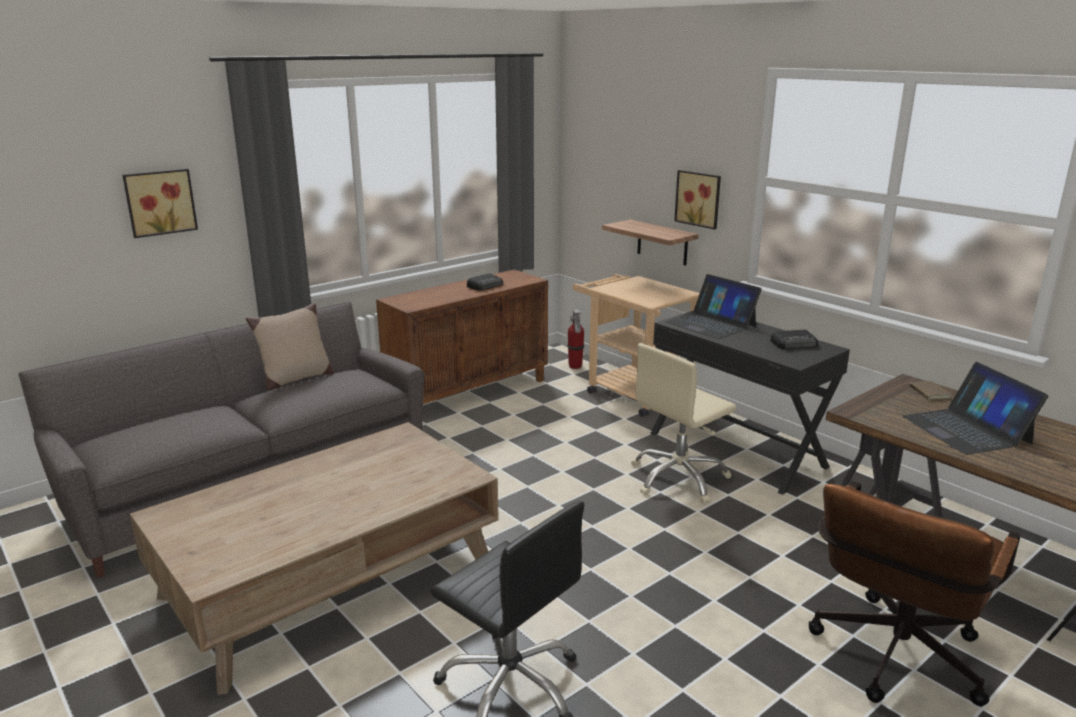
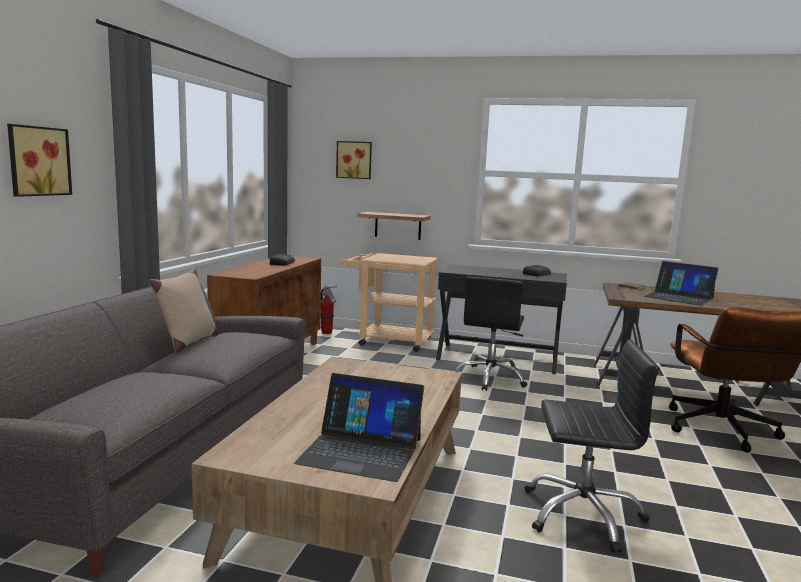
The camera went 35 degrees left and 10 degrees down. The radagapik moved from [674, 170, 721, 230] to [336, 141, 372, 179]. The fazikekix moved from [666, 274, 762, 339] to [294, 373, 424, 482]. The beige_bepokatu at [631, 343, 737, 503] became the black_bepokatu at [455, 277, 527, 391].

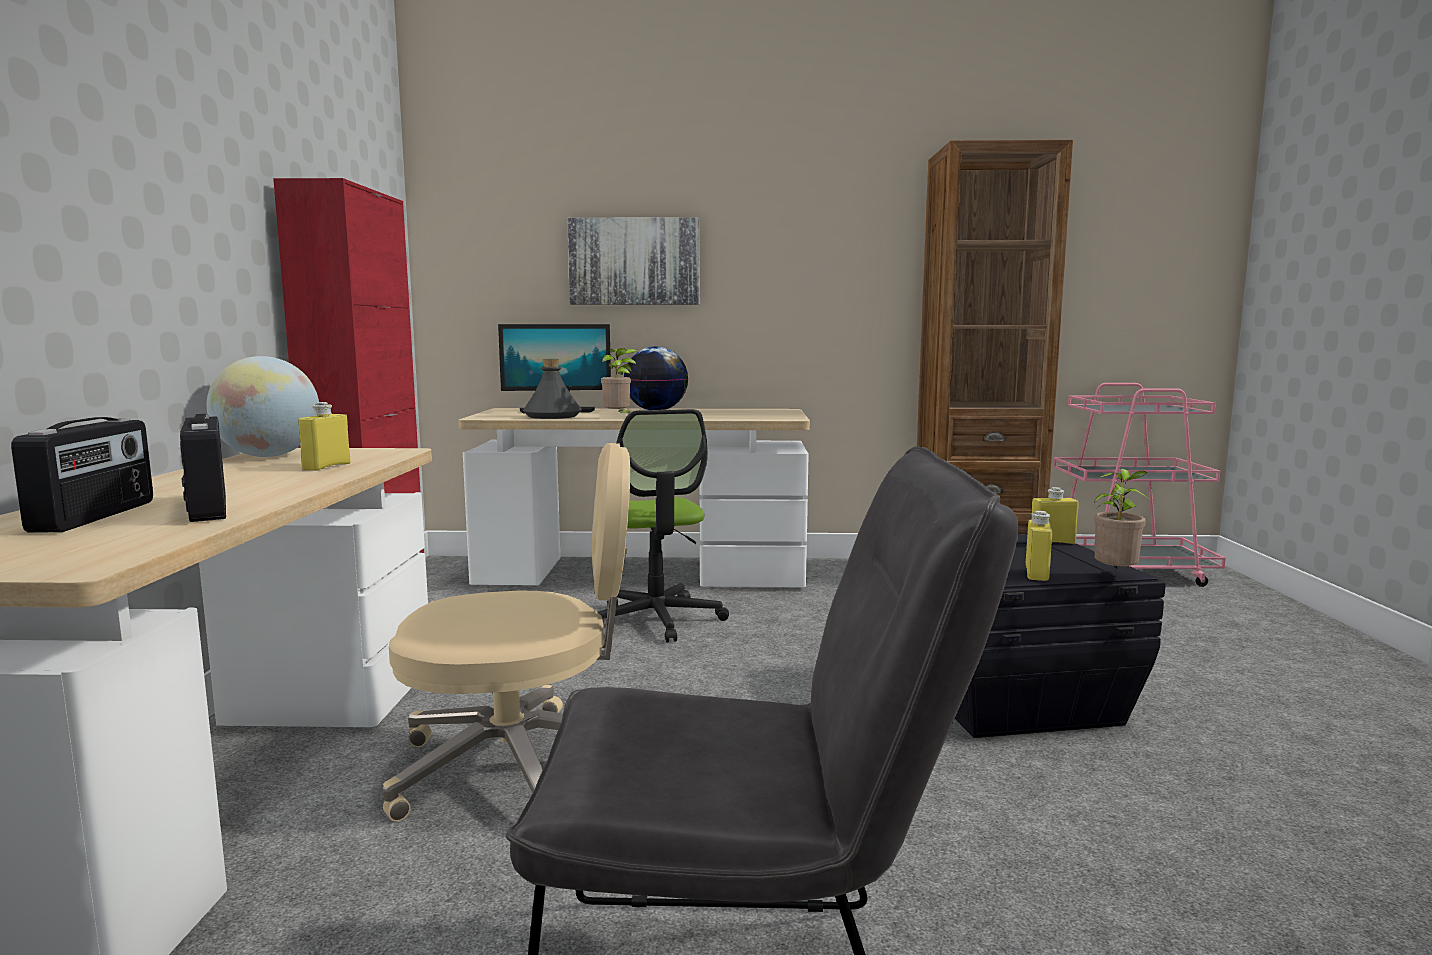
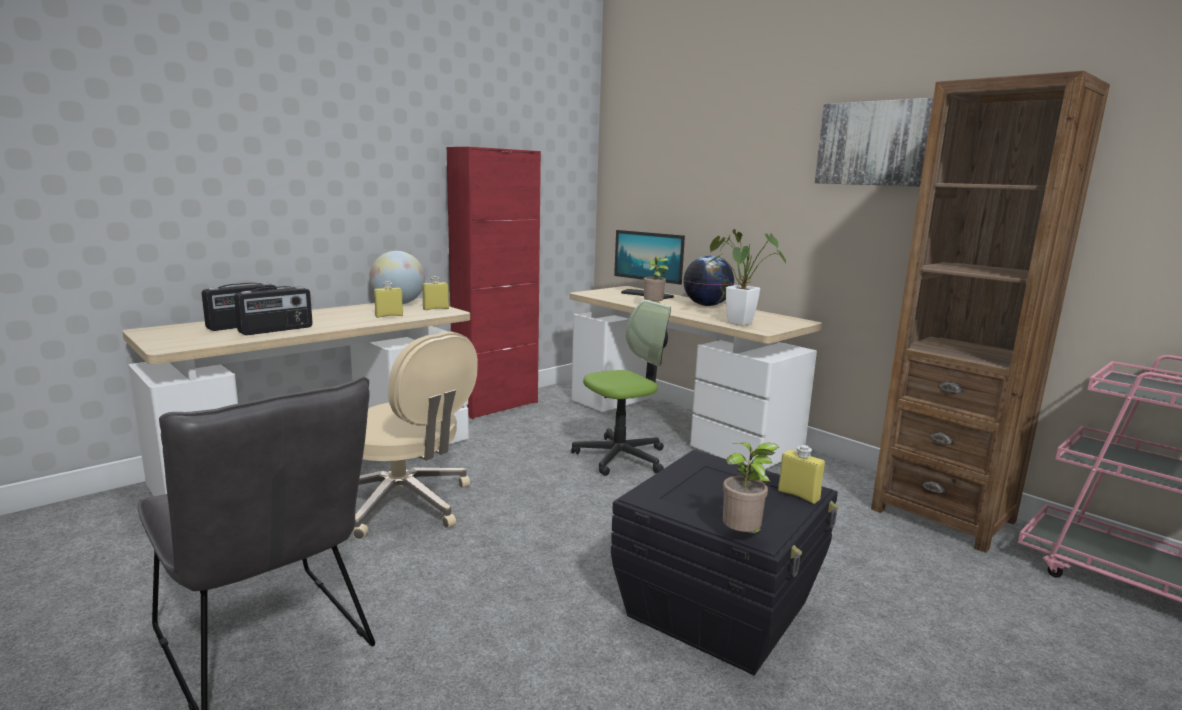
The camera went 45 degrees right and 5 degrees up. The radagapik moved from [567, 217, 700, 305] to [815, 98, 933, 186]. The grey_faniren at [523, 359, 582, 419] disappeared. The bepokatu at [597, 409, 729, 642] turned 150 degrees counterclockwise. The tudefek at [180, 414, 226, 522] turned 150 degrees counterclockwise. The yellow_faniren moved from [1026, 511, 1052, 581] to [422, 276, 449, 310]. The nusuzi at [708, 229, 786, 326] appeared.

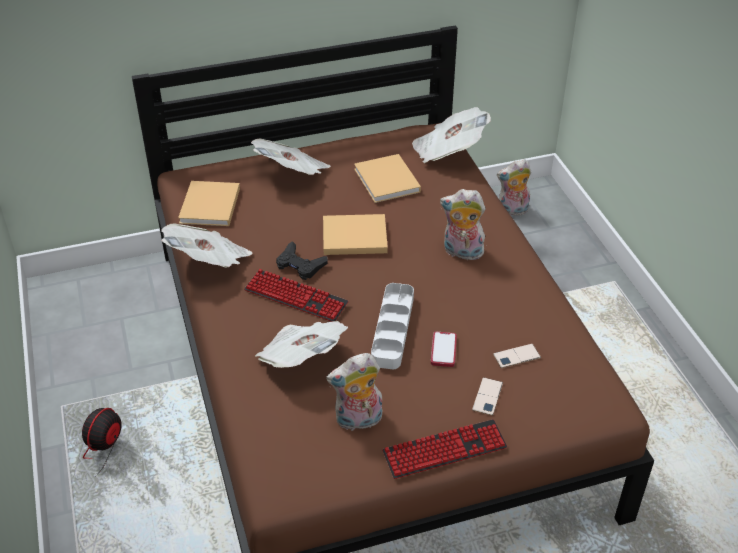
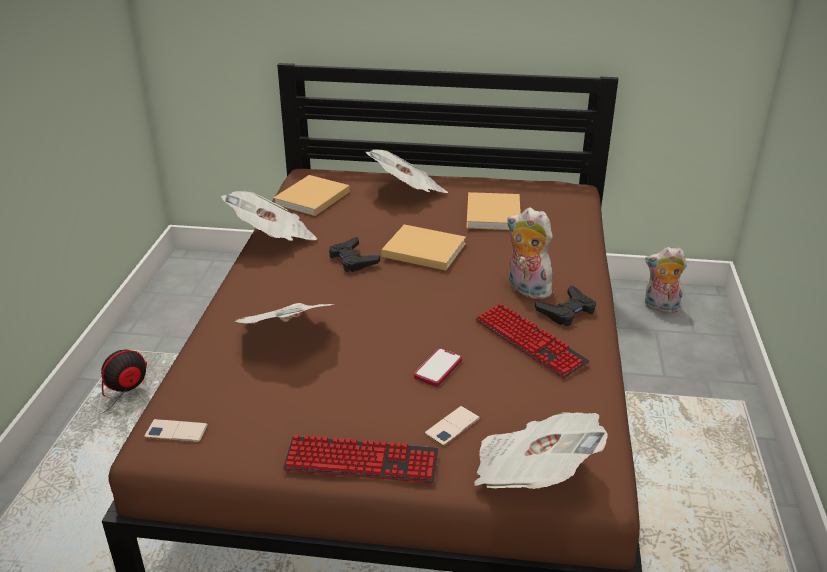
The camera went 25 degrees right and 10 degrees down. The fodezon moved from [412, 107, 491, 163] to [474, 412, 608, 489]. The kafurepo moved from [244, 269, 349, 321] to [475, 303, 590, 379]. The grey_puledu at [371, 283, 414, 369] disappeared. The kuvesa moved from [493, 344, 541, 368] to [144, 419, 208, 442]. The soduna at [326, 353, 382, 431] disappeared. The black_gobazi at [535, 285, 596, 326] appeared.

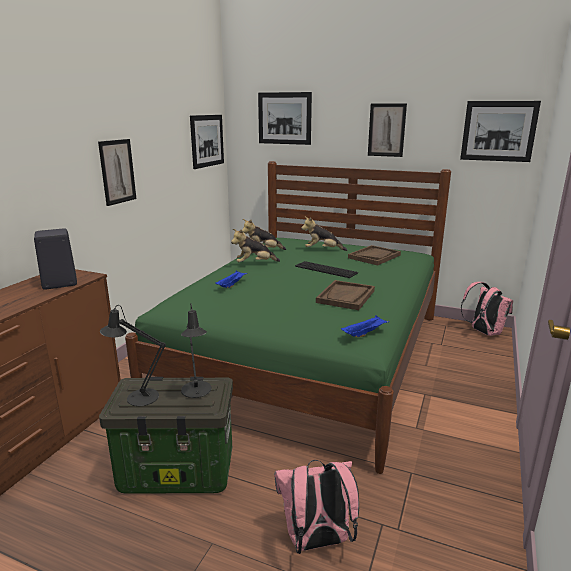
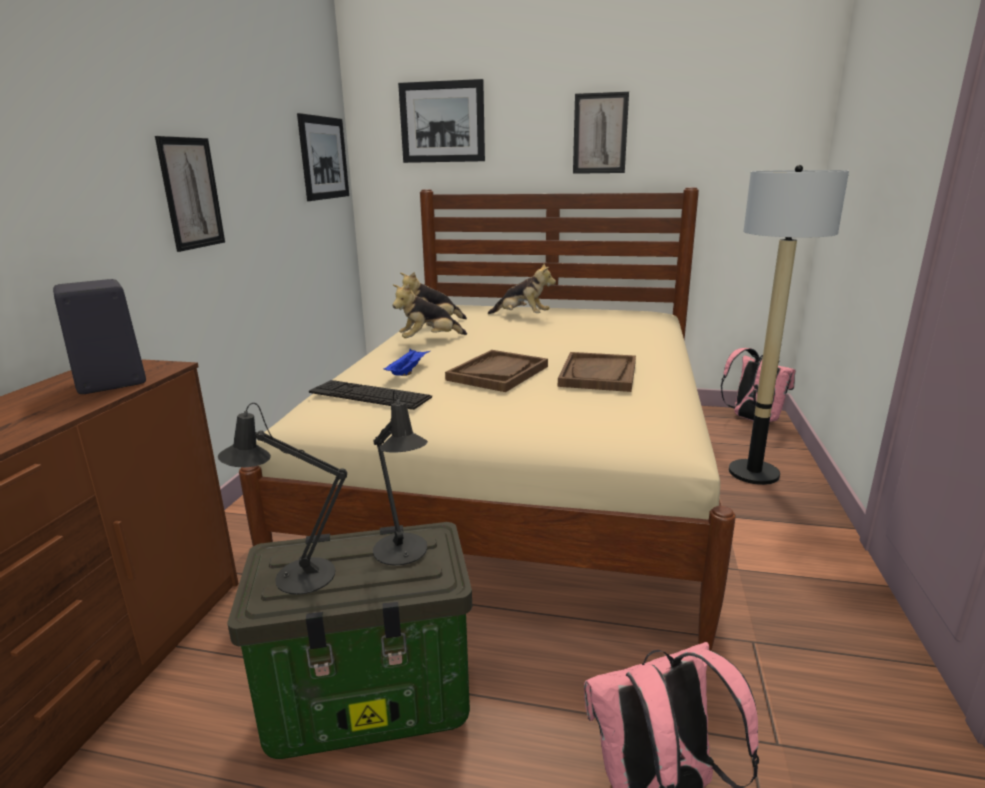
The camera went 10 degrees left and 0 degrees up. The radagapik at [460, 101, 541, 162] disappeared. The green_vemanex at [125, 161, 451, 474] became the beige_vemanex at [239, 187, 736, 650]. The soduna at [301, 217, 347, 251] turned 150 degrees counterclockwise. The brown_puledu moved from [348, 245, 401, 265] to [445, 350, 548, 392]. The kafurepo moved from [295, 261, 358, 278] to [309, 380, 432, 410]. The blue_puledu at [341, 315, 390, 337] disappeared. The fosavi at [729, 165, 849, 485] appeared.

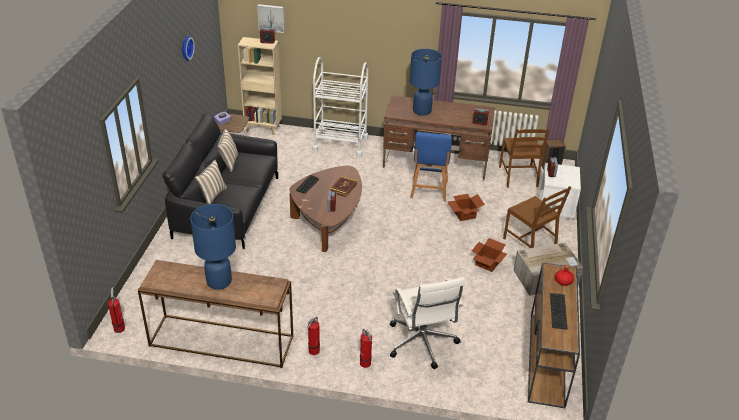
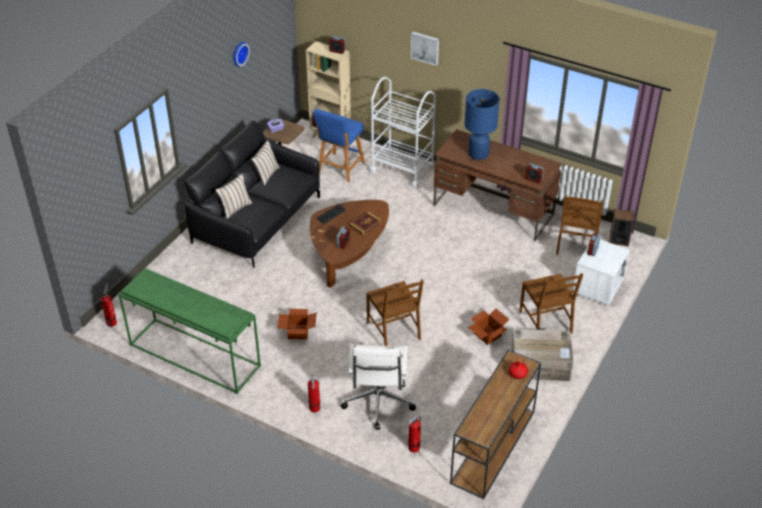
The camera went 20 degrees right and 5 degrees up. The radagapik moved from [257, 4, 285, 33] to [411, 32, 439, 66]. The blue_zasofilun moved from [410, 132, 452, 202] to [313, 109, 365, 182]. The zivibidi moved from [448, 194, 485, 221] to [277, 309, 317, 339]. The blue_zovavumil at [190, 204, 236, 290] disappeared. The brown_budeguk at [138, 260, 293, 368] became the green_budeguk at [119, 268, 261, 394]. The kafurepo at [550, 293, 568, 330] disappeared. The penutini moved from [307, 317, 320, 355] to [407, 416, 421, 453]. The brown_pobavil at [367, 279, 424, 346] appeared.

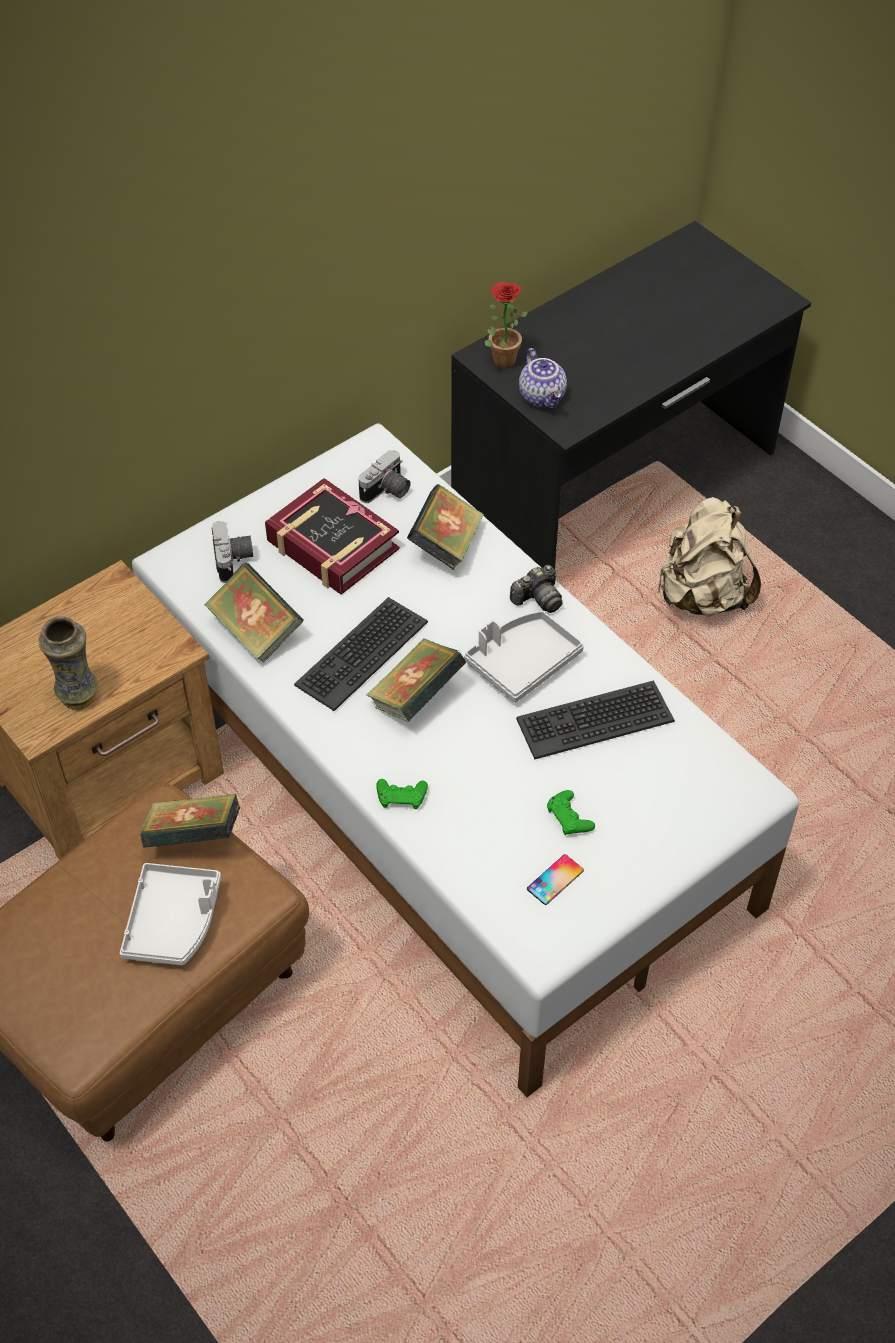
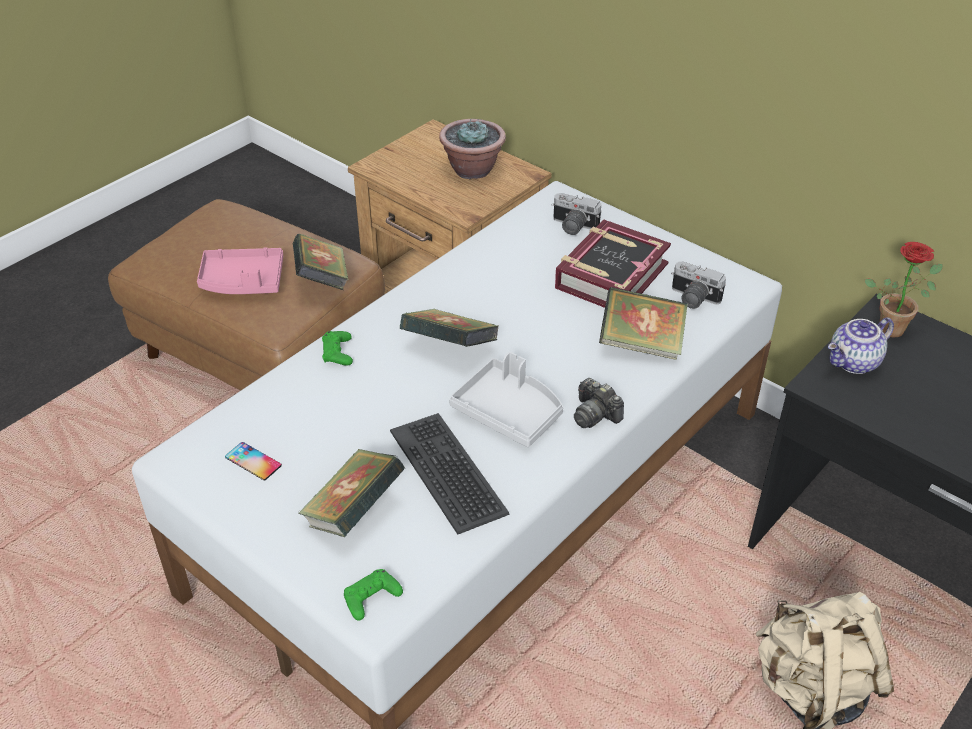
The camera went 80 degrees right and 10 degrees down. The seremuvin at [211, 521, 253, 583] turned 45 degrees clockwise. The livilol moved from [205, 563, 303, 663] to [298, 449, 405, 537]. The kafurepo at [294, 597, 428, 711] disappeared. The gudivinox at [39, 616, 98, 710] disappeared. The green_gobazi moved from [547, 790, 595, 835] to [344, 569, 403, 621]. The white_puledu at [120, 863, 221, 965] became the pink_puledu at [197, 248, 283, 294]. The nusuzi at [439, 119, 506, 179] appeared.

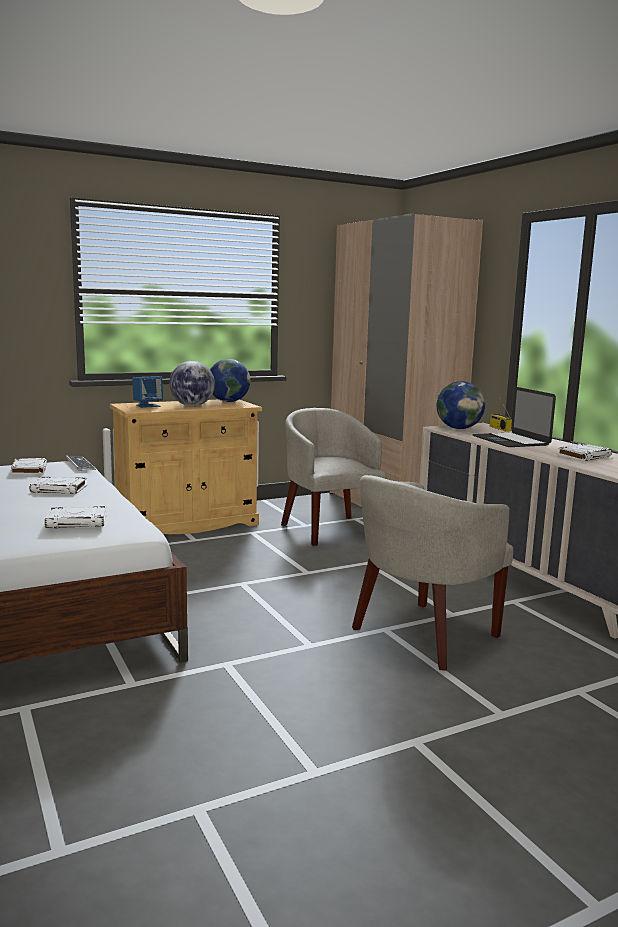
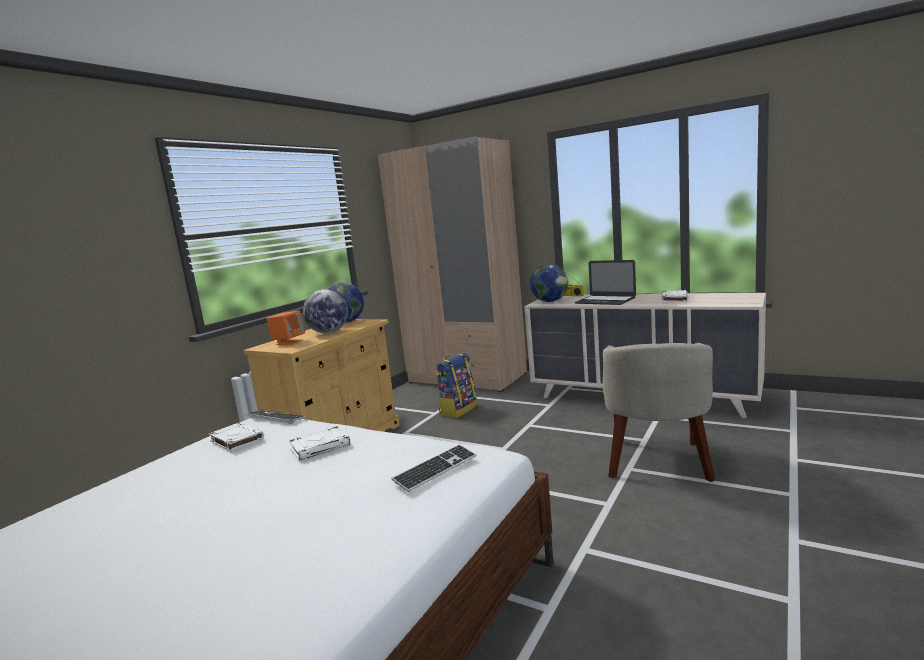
The camera went 30 degrees left and 0 degrees up. The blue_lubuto at [132, 376, 163, 408] became the orange_lubuto at [266, 311, 305, 346]. The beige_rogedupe at [281, 408, 386, 546] was replaced by the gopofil at [436, 352, 477, 418]. The white_livilol at [45, 506, 107, 528] was replaced by the kafurepo at [392, 444, 476, 492].

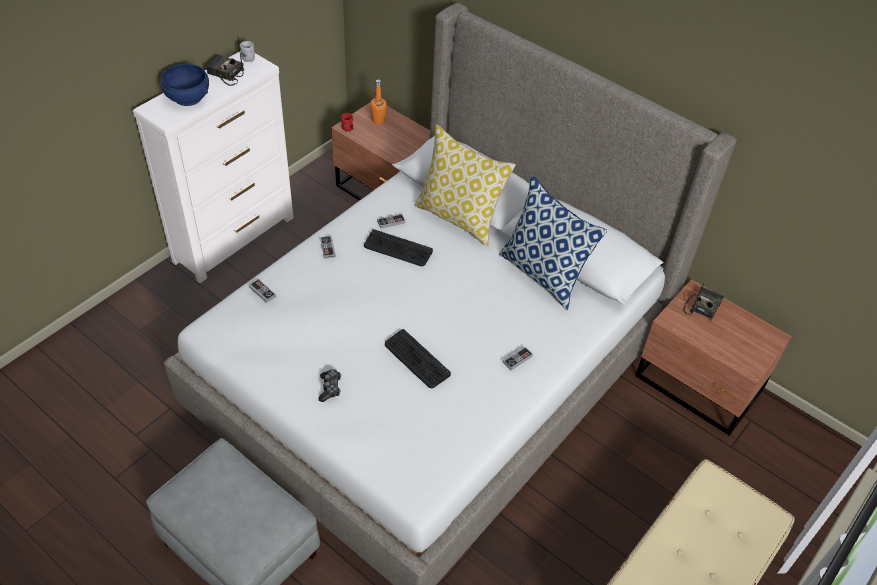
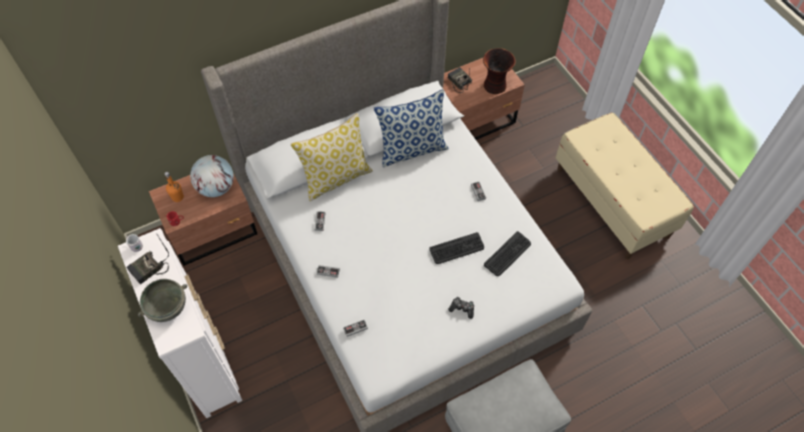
The camera went 65 degrees left and 10 degrees up. The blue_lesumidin at [160, 64, 209, 106] became the grey_lesumidin at [138, 279, 187, 322]. The kafurepo moved from [364, 229, 433, 266] to [484, 231, 531, 276]. The gudivinox at [483, 48, 516, 94] appeared. The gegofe at [190, 155, 234, 197] appeared.

